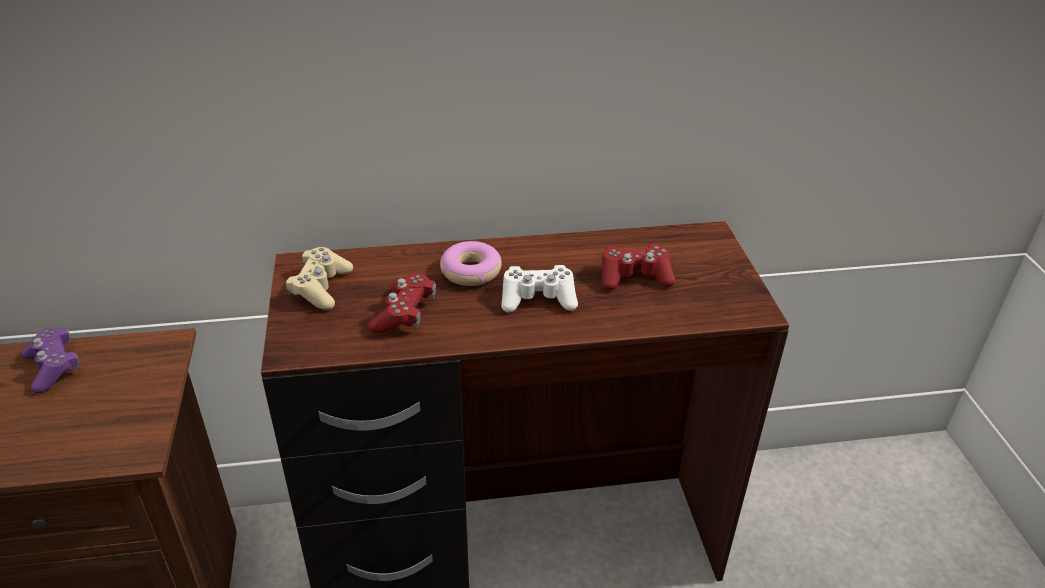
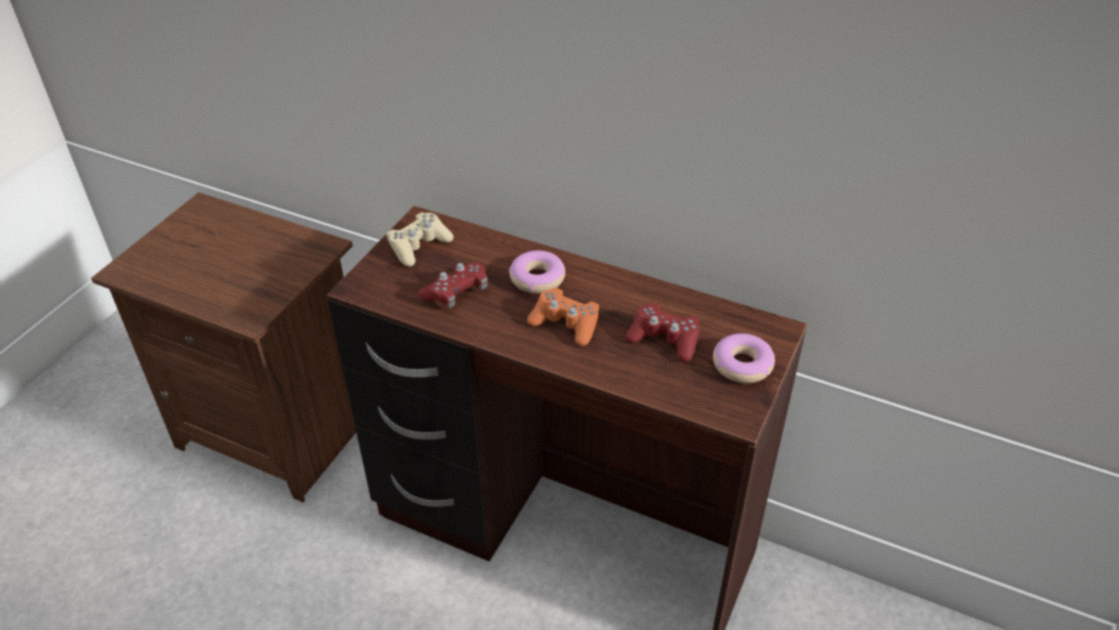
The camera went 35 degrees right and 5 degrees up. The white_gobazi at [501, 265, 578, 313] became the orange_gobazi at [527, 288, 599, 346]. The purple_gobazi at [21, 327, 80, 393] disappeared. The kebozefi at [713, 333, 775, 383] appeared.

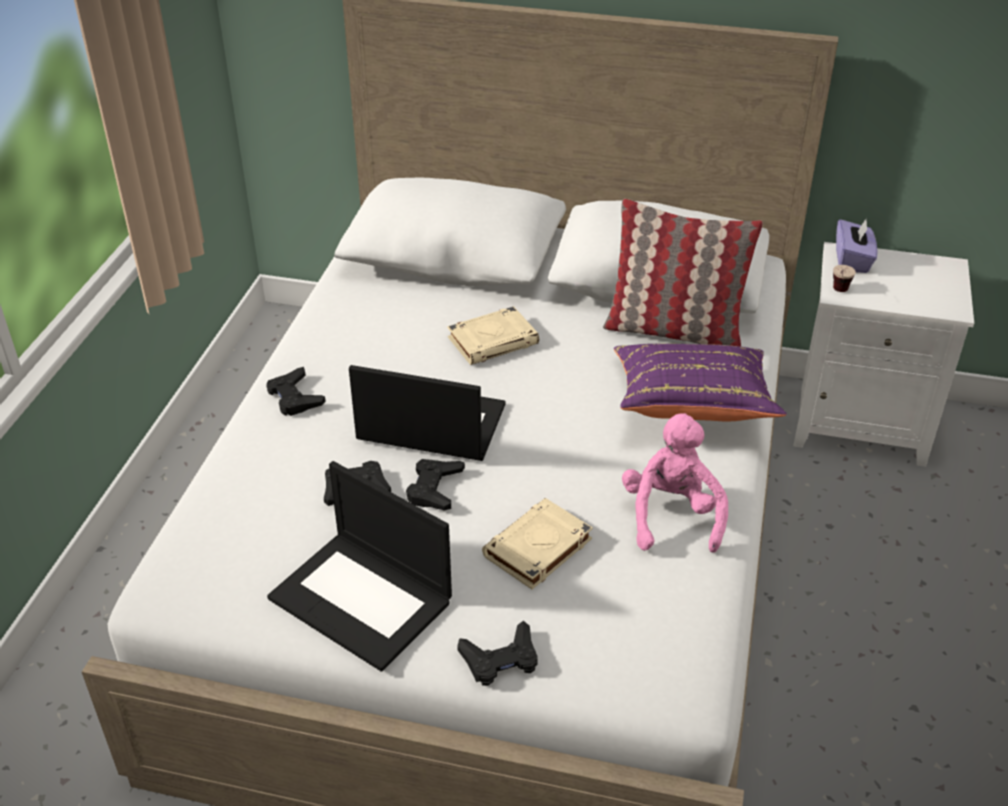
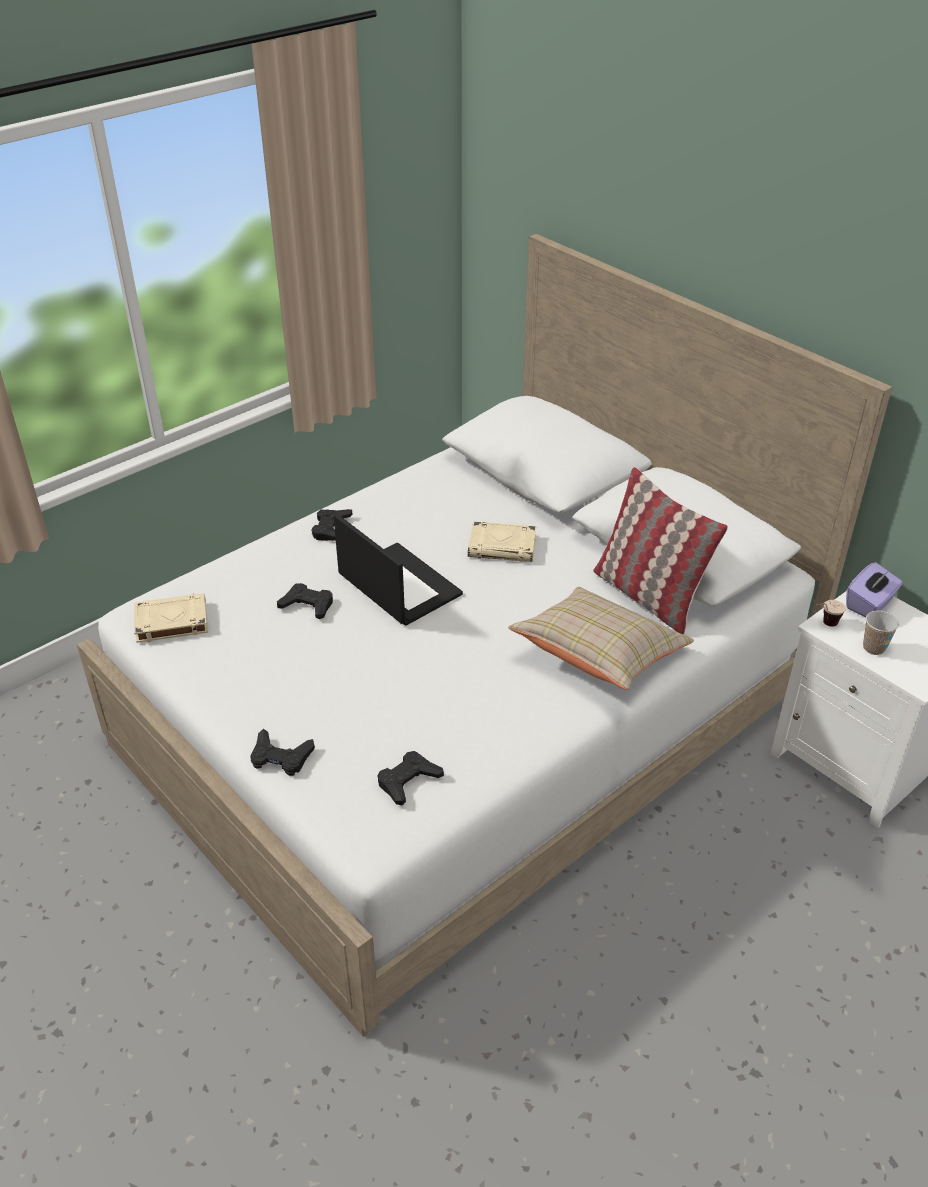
The camera went 35 degrees right and 0 degrees up. The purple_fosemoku at [614, 344, 787, 421] became the beige_fosemoku at [508, 587, 694, 690]. The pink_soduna at [622, 413, 728, 553] disappeared. The black_gobazi moved from [406, 459, 465, 511] to [377, 751, 444, 805]. The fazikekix at [267, 461, 452, 672] disappeared. The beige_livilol moved from [482, 498, 593, 589] to [134, 593, 208, 643]. The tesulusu at [863, 611, 899, 655] appeared.

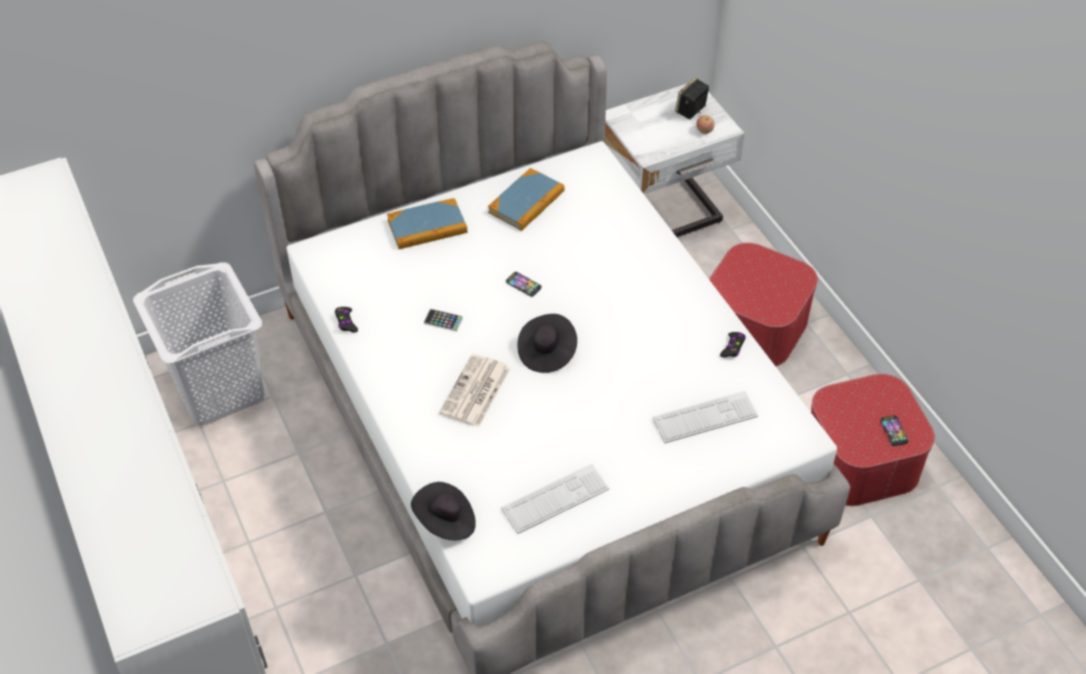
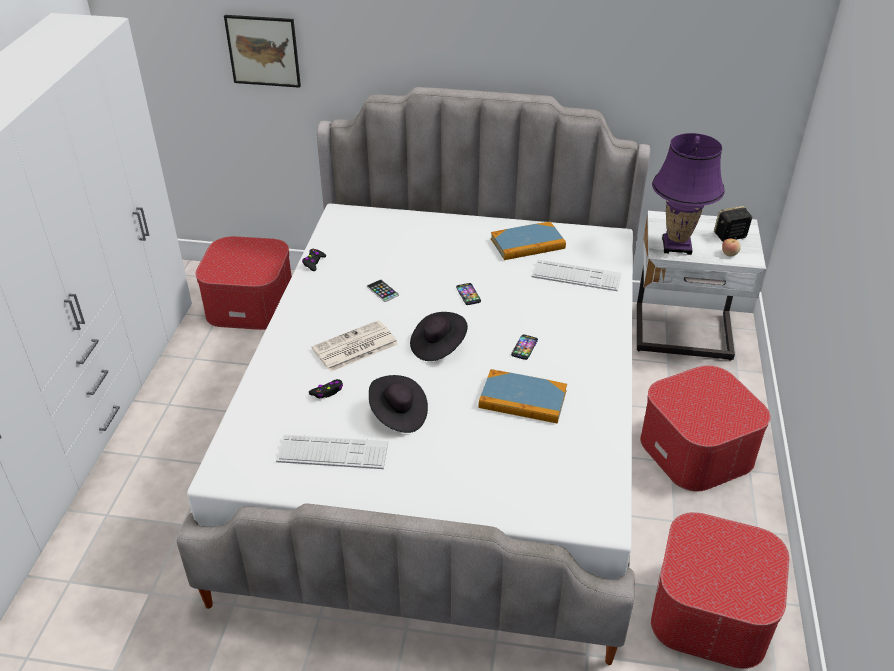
The camera went 35 degrees right and 10 degrees down. The livilol moved from [387, 198, 467, 249] to [479, 369, 567, 424]. The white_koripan at [133, 262, 264, 426] was replaced by the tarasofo at [195, 236, 292, 330]. The black_gobazi moved from [720, 332, 746, 357] to [309, 379, 343, 398]. The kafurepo moved from [653, 391, 758, 443] to [532, 259, 621, 291]. The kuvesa moved from [880, 416, 908, 446] to [511, 334, 538, 360]. The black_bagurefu moved from [411, 482, 476, 540] to [369, 375, 428, 433]. The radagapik at [224, 15, 301, 88] appeared. The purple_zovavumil at [652, 133, 725, 255] appeared.

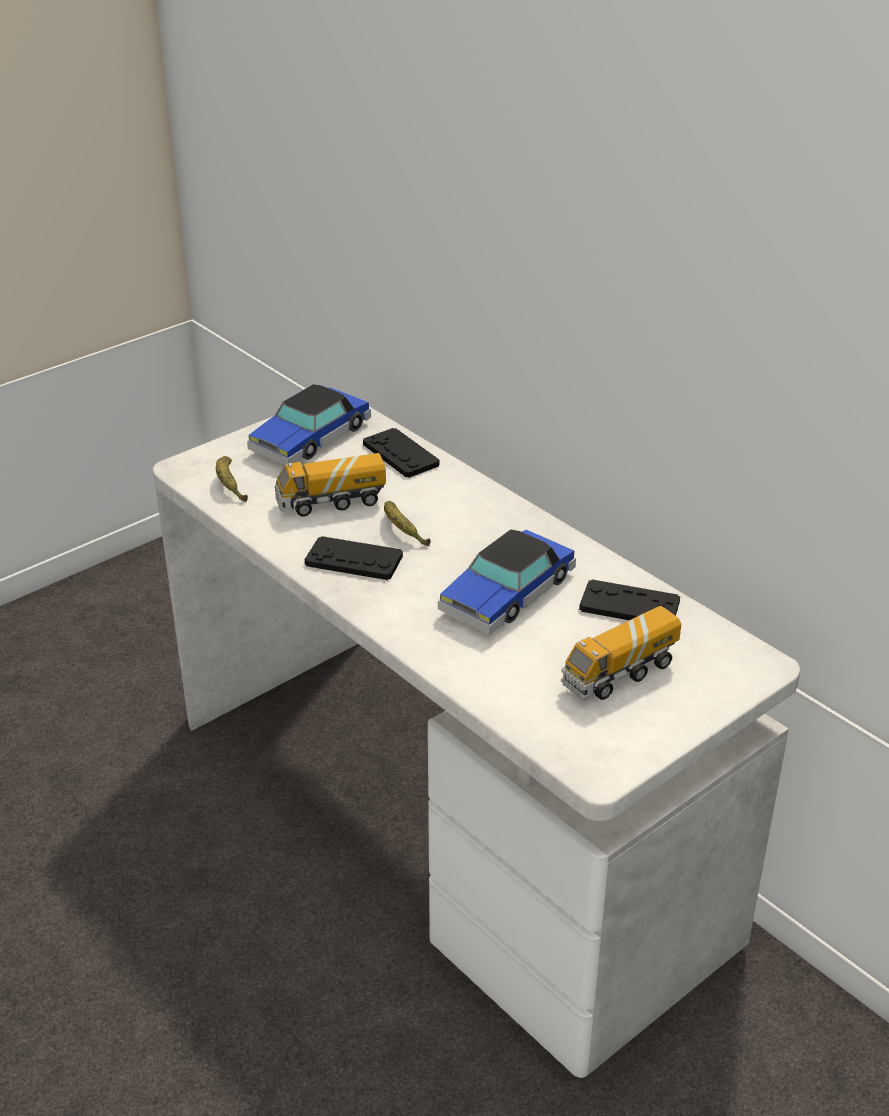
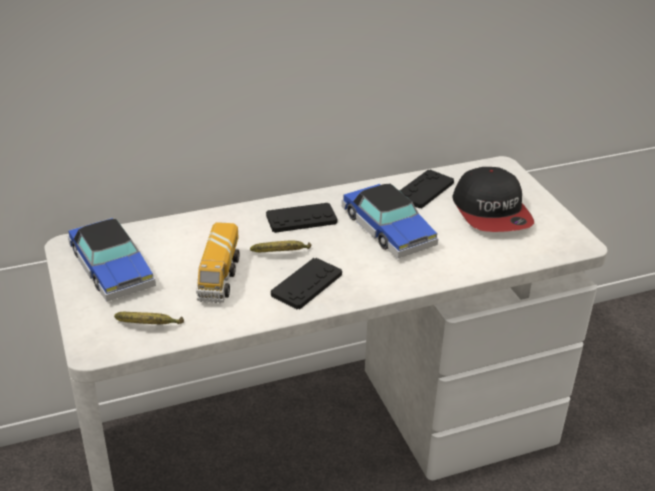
The camera went 70 degrees left and 0 degrees up. The black_gobazi moved from [363, 428, 440, 478] to [266, 203, 337, 233]. The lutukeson at [561, 606, 681, 701] was replaced by the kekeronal at [452, 167, 534, 232].

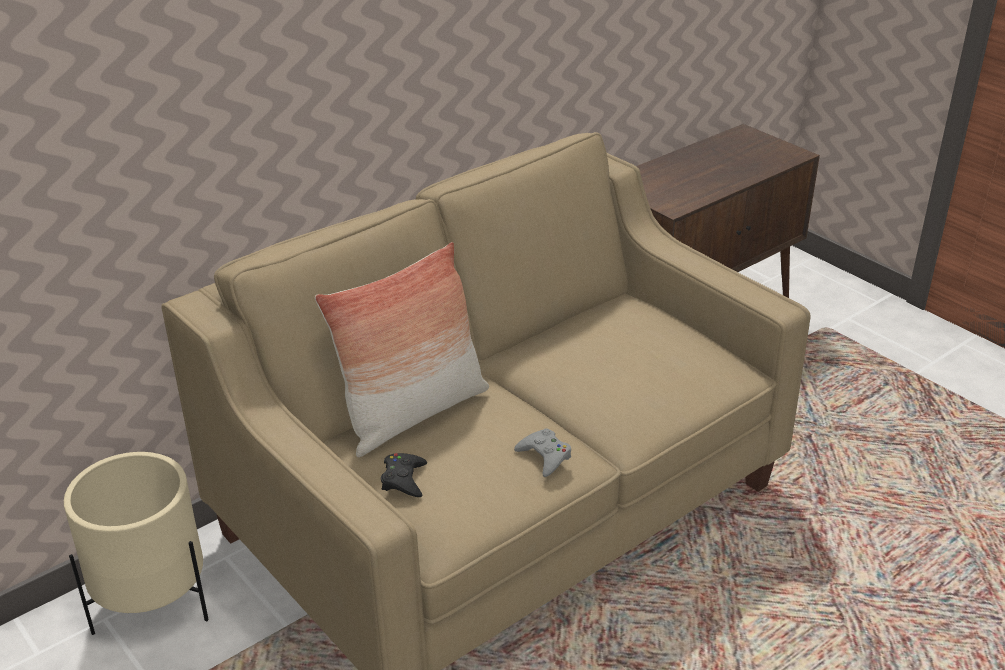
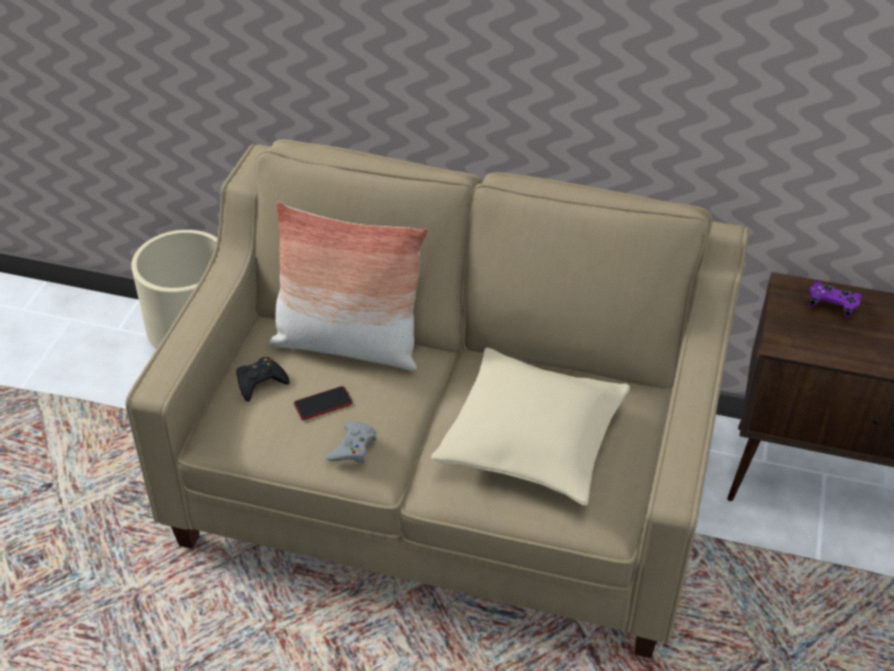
The camera went 55 degrees right and 10 degrees up. The purple_gobazi at [809, 281, 862, 319] appeared. The beige_fosemoku at [431, 348, 630, 506] appeared. The kuvesa at [294, 386, 352, 420] appeared.

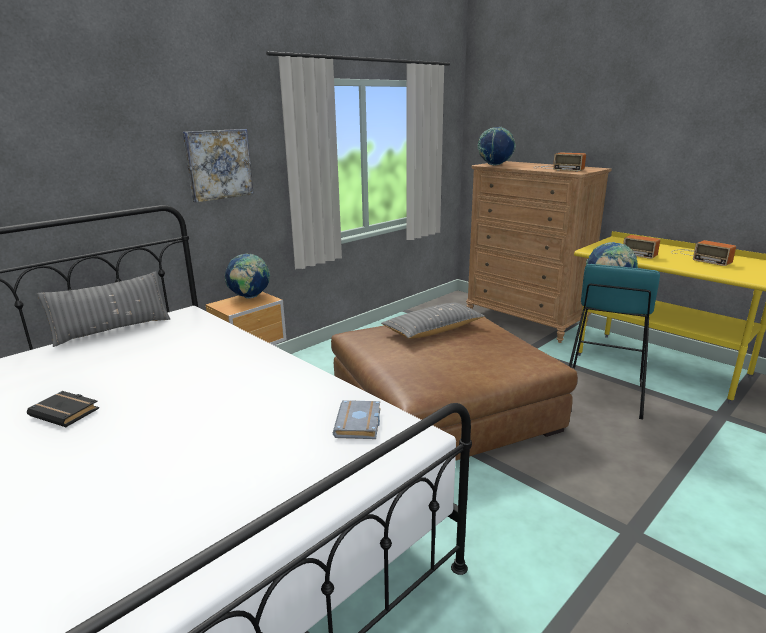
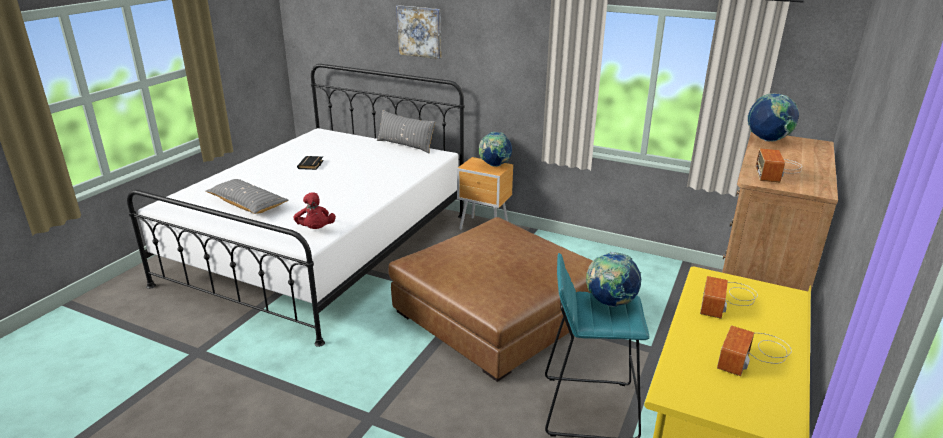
The camera went 70 degrees right and 5 degrees up. The radagapik moved from [183, 129, 254, 202] to [396, 5, 441, 59]. The grey_fosemoku moved from [381, 303, 485, 339] to [205, 179, 288, 214]. The grey_livilol at [333, 400, 380, 439] was replaced by the red_soduna at [294, 193, 336, 229].

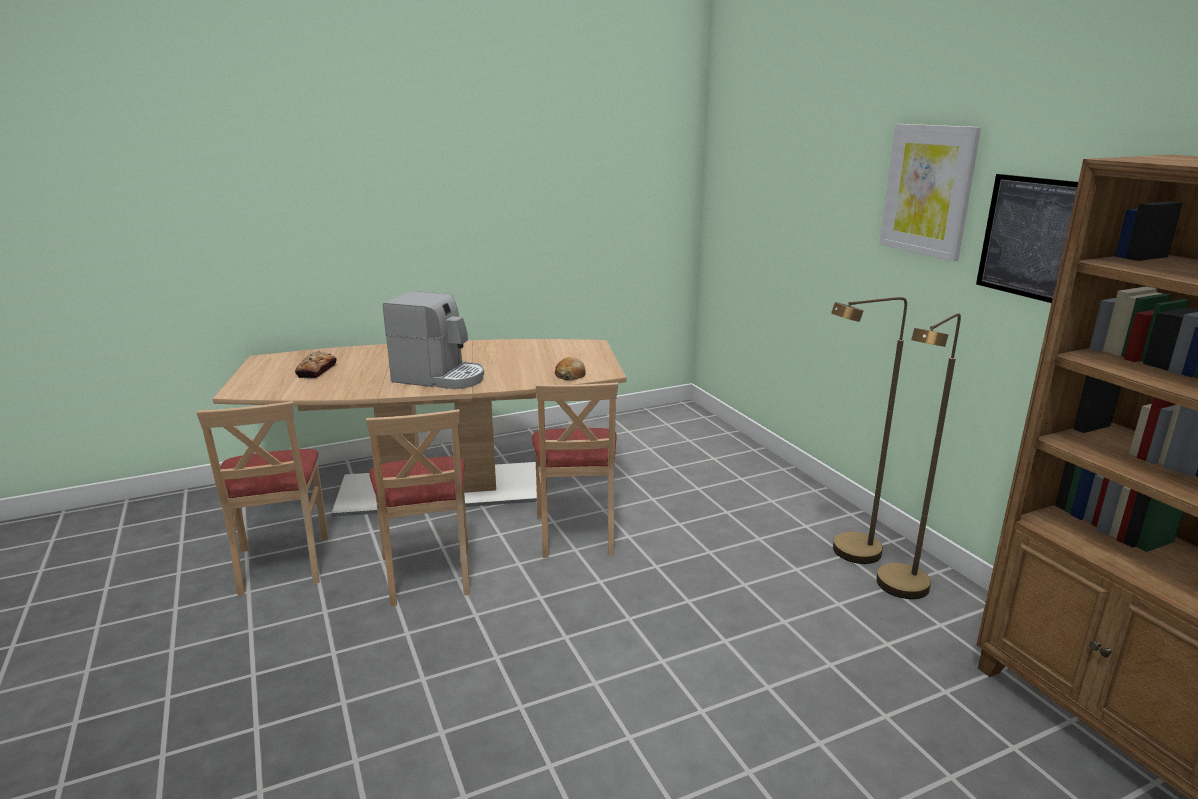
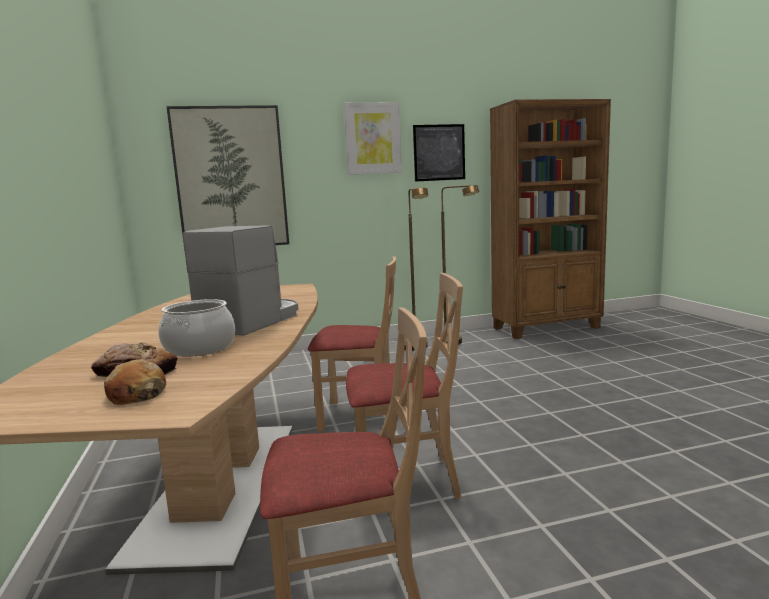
The camera went 80 degrees left and 10 degrees down. The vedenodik moved from [555, 357, 586, 380] to [104, 360, 166, 405]. The radagapik at [166, 105, 289, 251] appeared. The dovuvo at [158, 299, 235, 357] appeared.

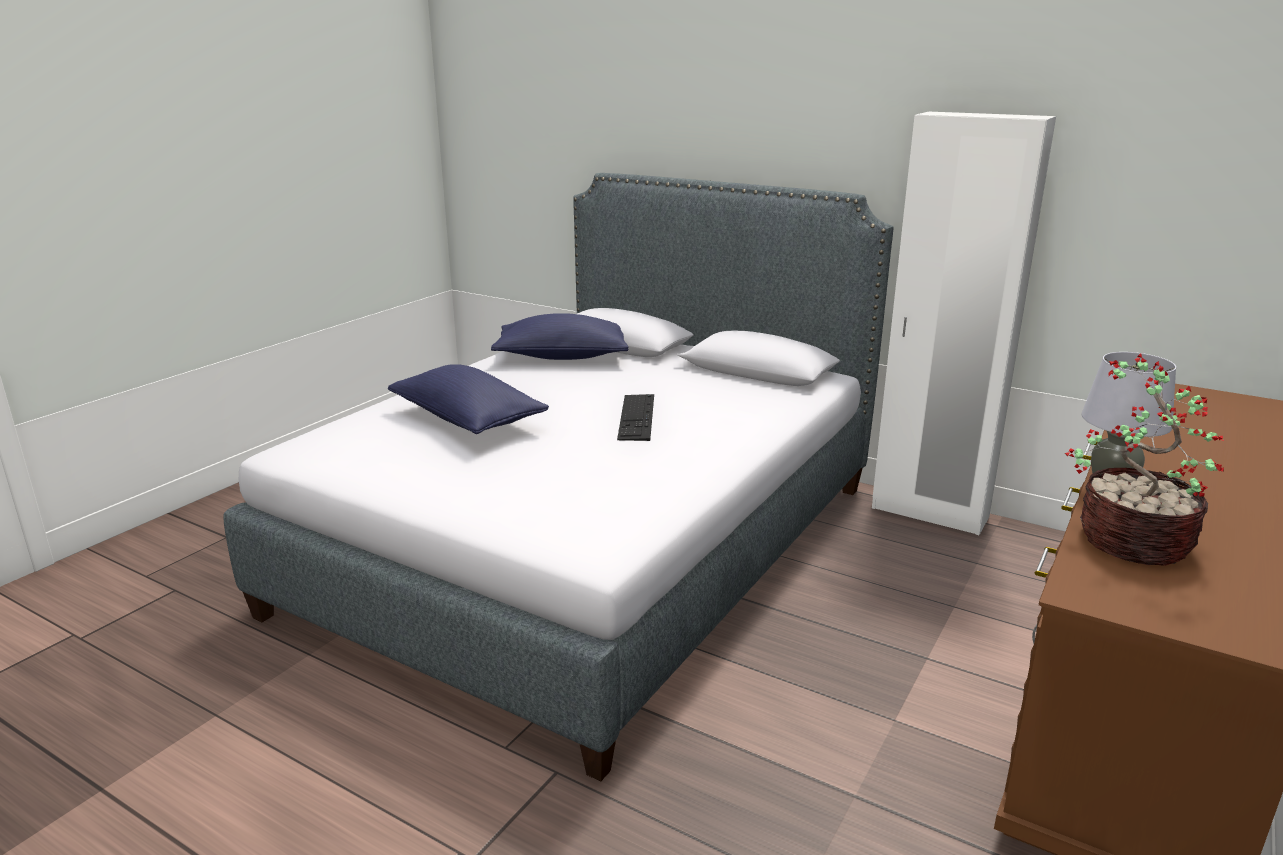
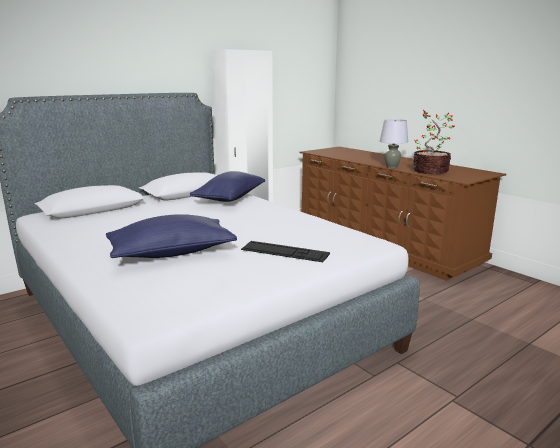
The camera went 70 degrees left and 5 degrees down. The blue_fosemoku moved from [491, 313, 629, 360] to [190, 171, 265, 202]. The kafurepo moved from [617, 394, 654, 441] to [241, 241, 330, 262].

